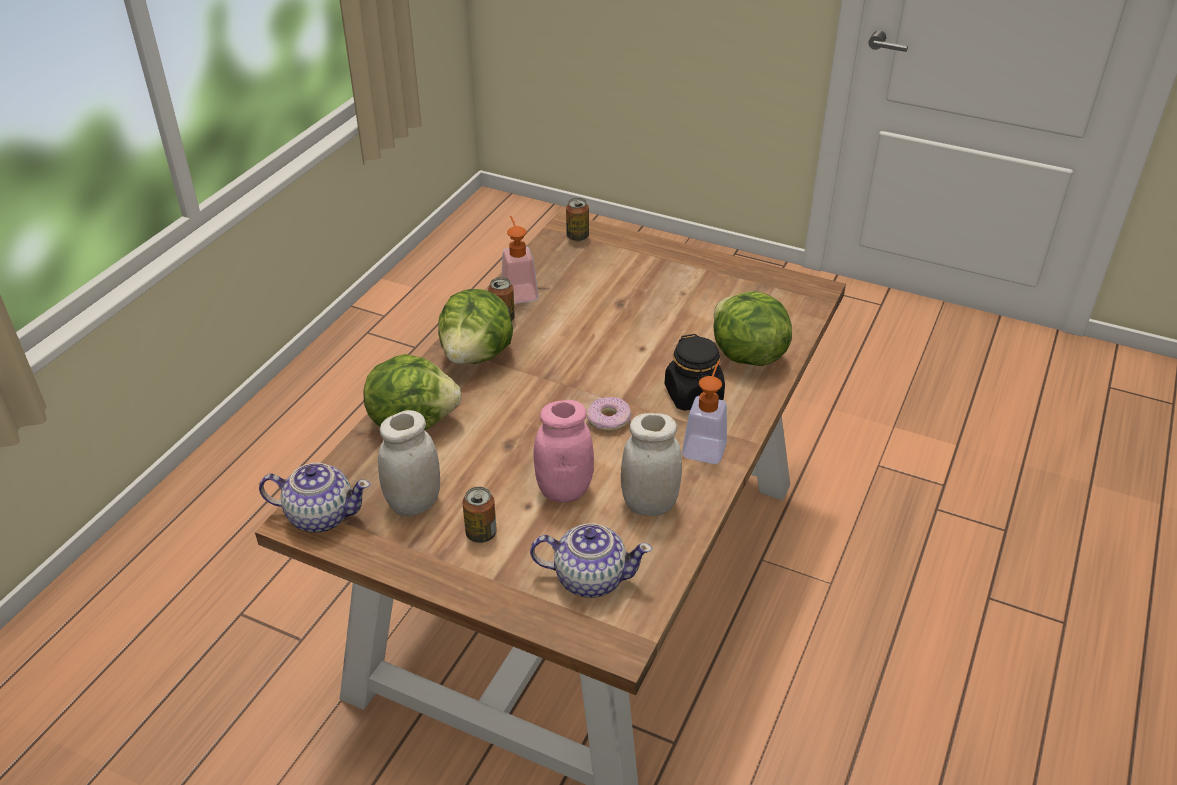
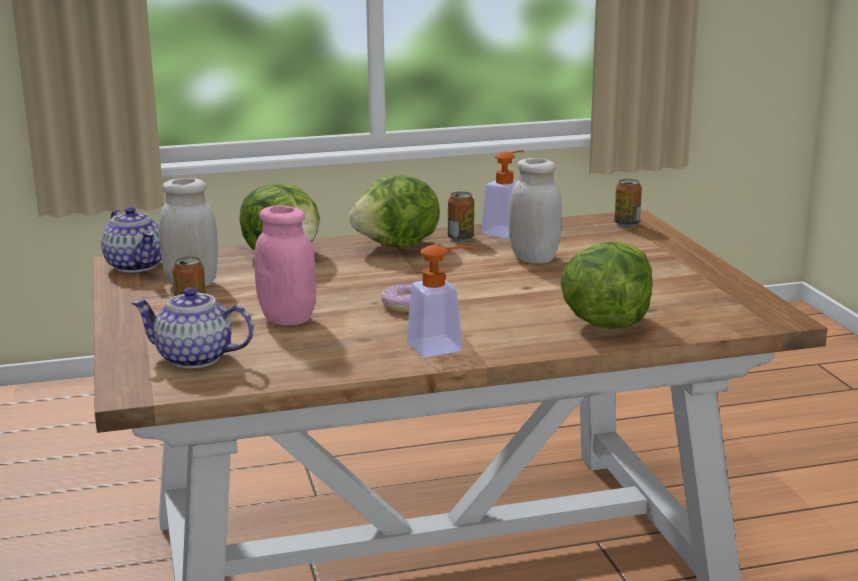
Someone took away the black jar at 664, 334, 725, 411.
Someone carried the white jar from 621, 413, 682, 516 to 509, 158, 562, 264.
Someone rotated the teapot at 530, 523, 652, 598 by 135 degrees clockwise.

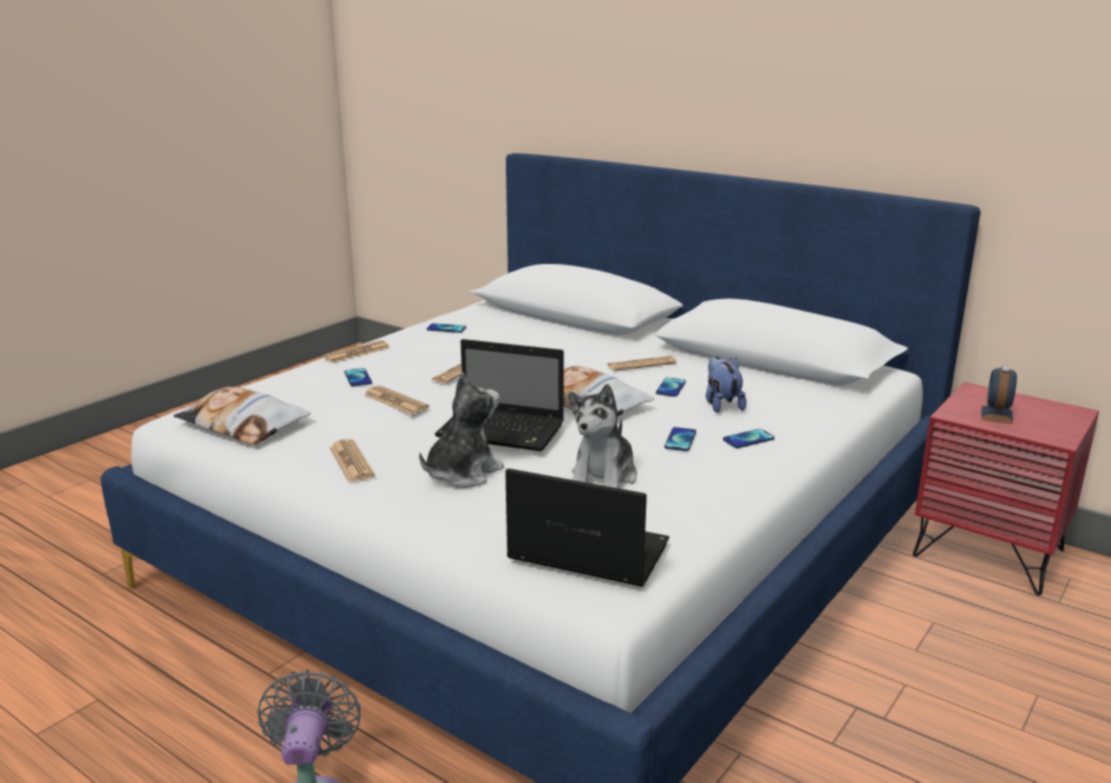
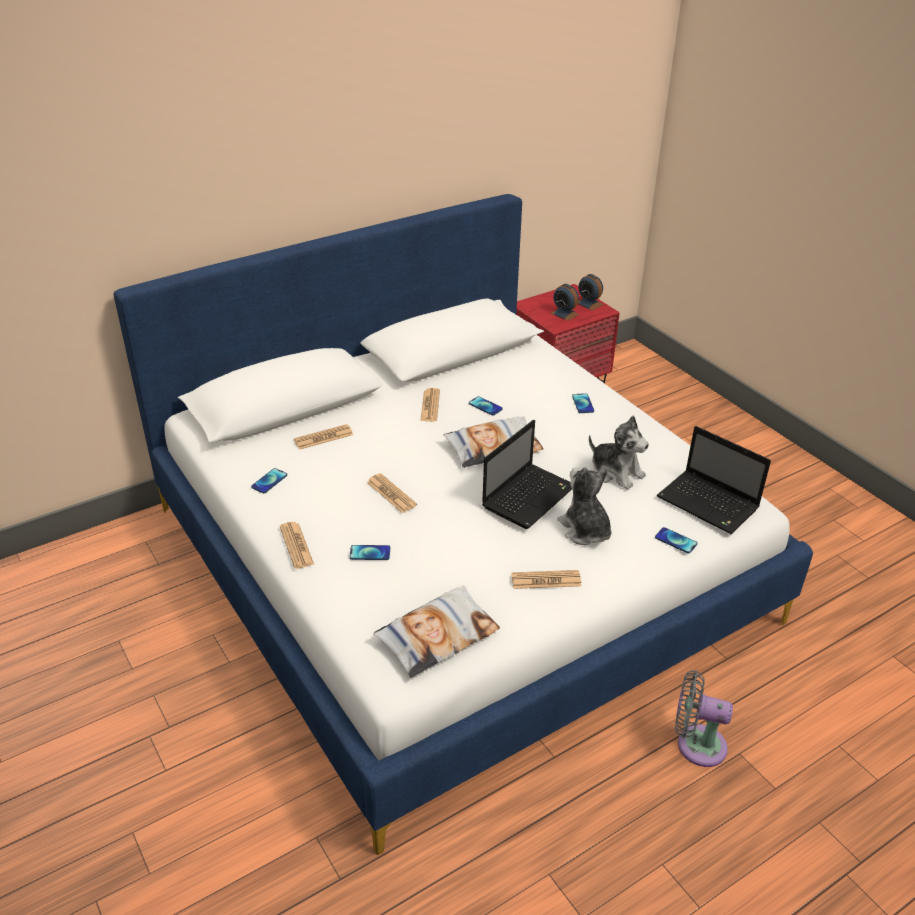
Someone took away the plush toy at 706, 356, 746, 413.
Someone put down the alarm clock at 578, 274, 603, 310.
Someone carried the newspaper from 364, 385, 429, 415 to 294, 424, 353, 449.
Someone carried the phone from 664, 427, 696, 451 to 655, 527, 697, 554.
Someone rotated the laptop at 505, 468, 669, 587 by 90 degrees counterclockwise.

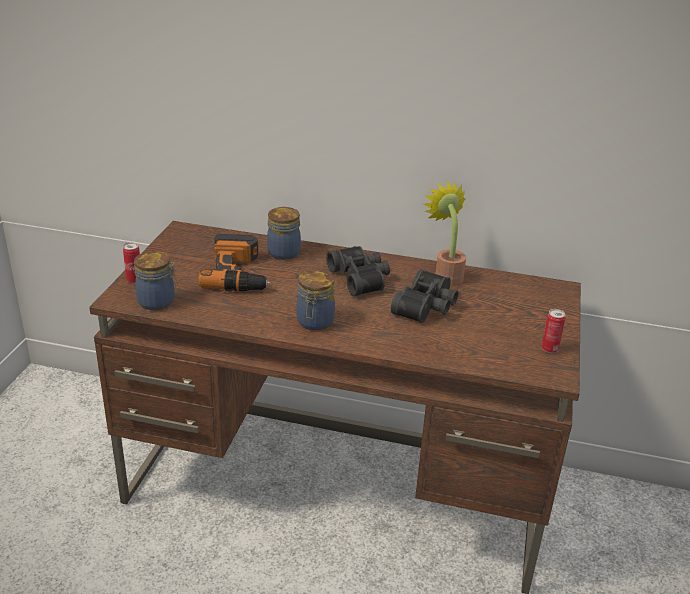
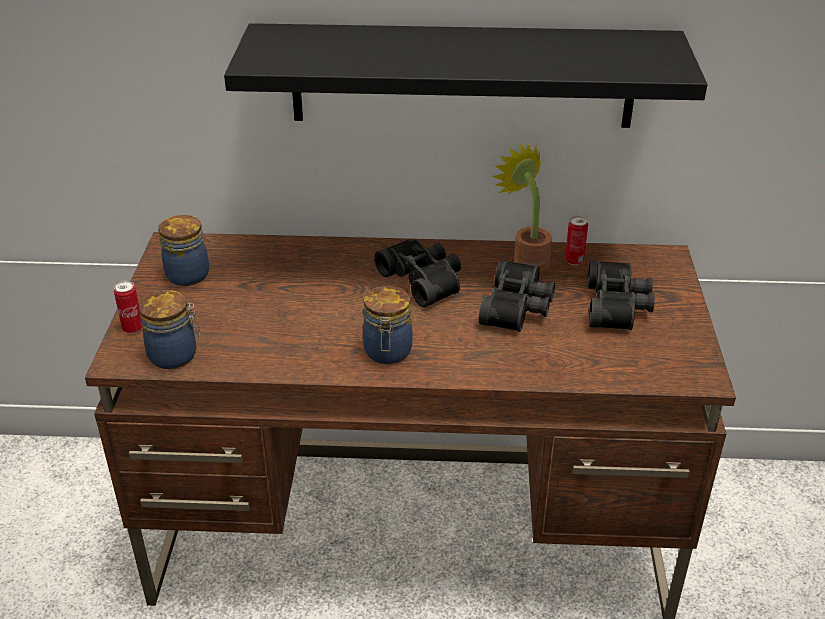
Someone took away the power drill at 198, 234, 270, 292.
Someone put up the black shelf at 224, 23, 707, 128.
Someone put down the black binoculars at 587, 260, 655, 330.
Someone carried the jar from 267, 207, 301, 260 to 158, 215, 209, 286.
Someone carried the can from 541, 309, 566, 353 to 565, 216, 588, 265.

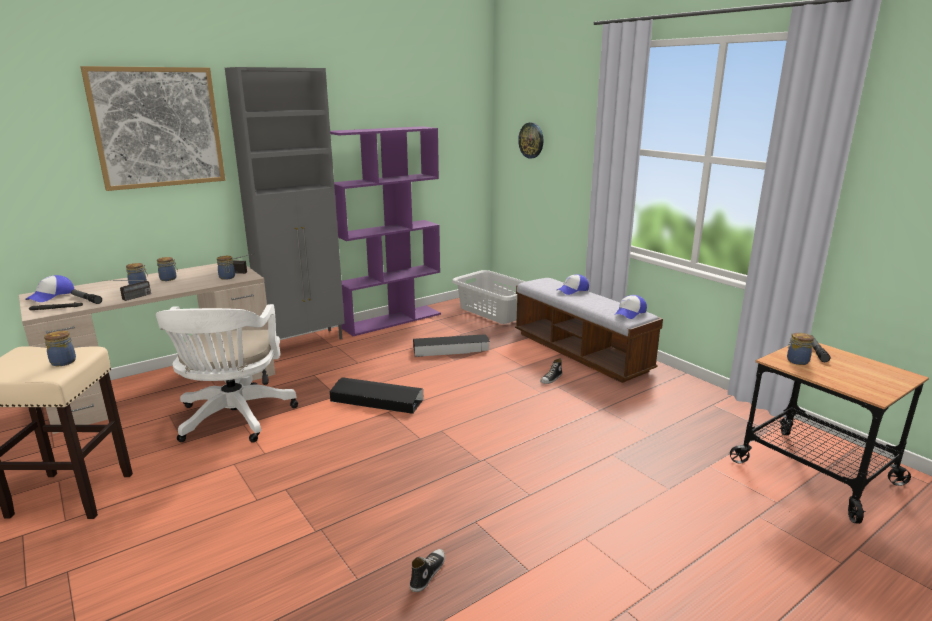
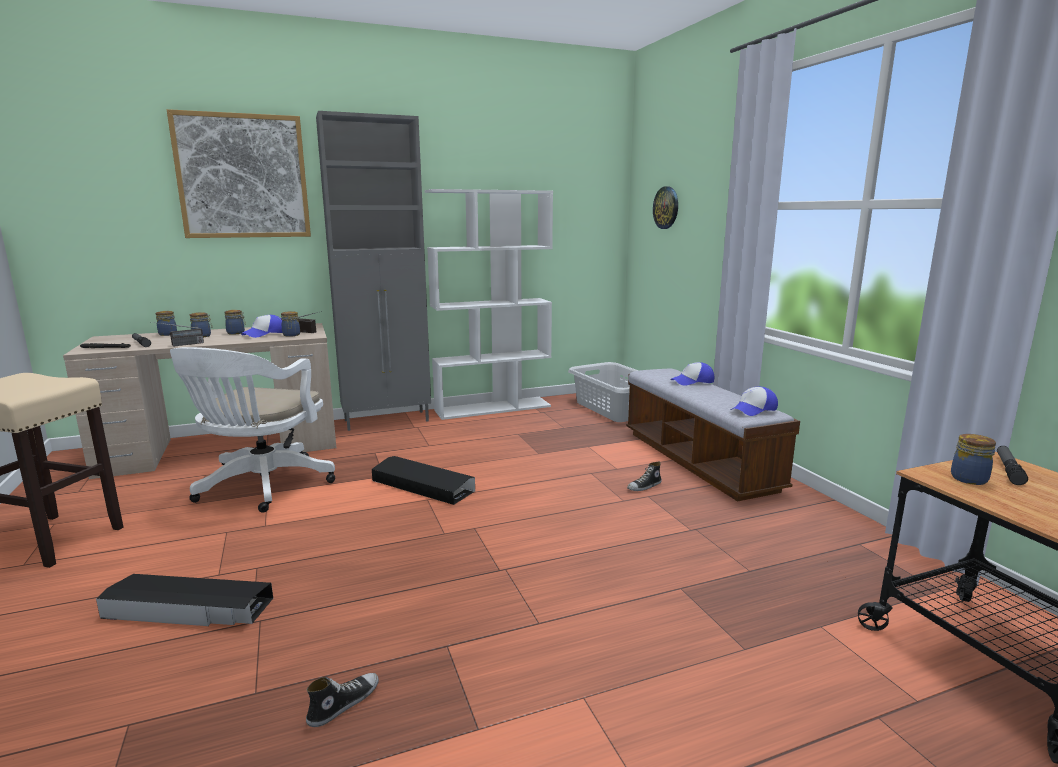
Someone carried the cap from 25, 275, 74, 302 to 241, 315, 282, 338.
Someone carried the jar from 44, 330, 76, 366 to 156, 311, 177, 336.
Someone carried the black storage box from 413, 334, 490, 357 to 96, 574, 273, 626.
Someone repainted the purple bookcase at 330, 126, 441, 336, which became the white bookcase at 425, 189, 553, 420.

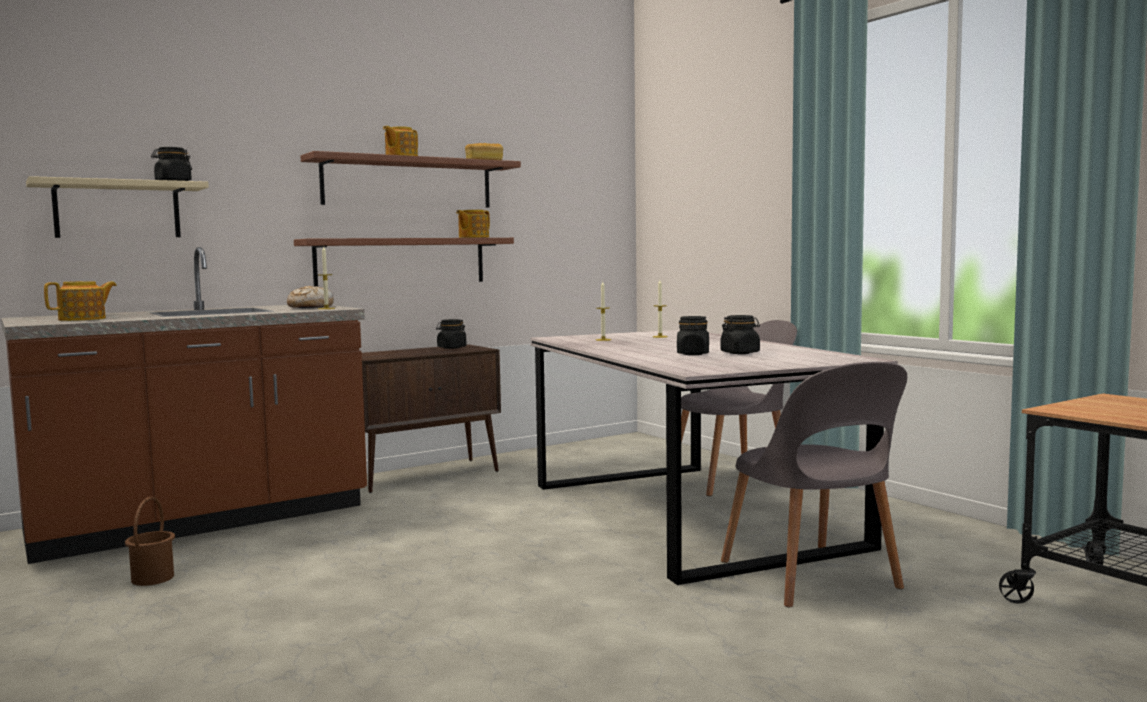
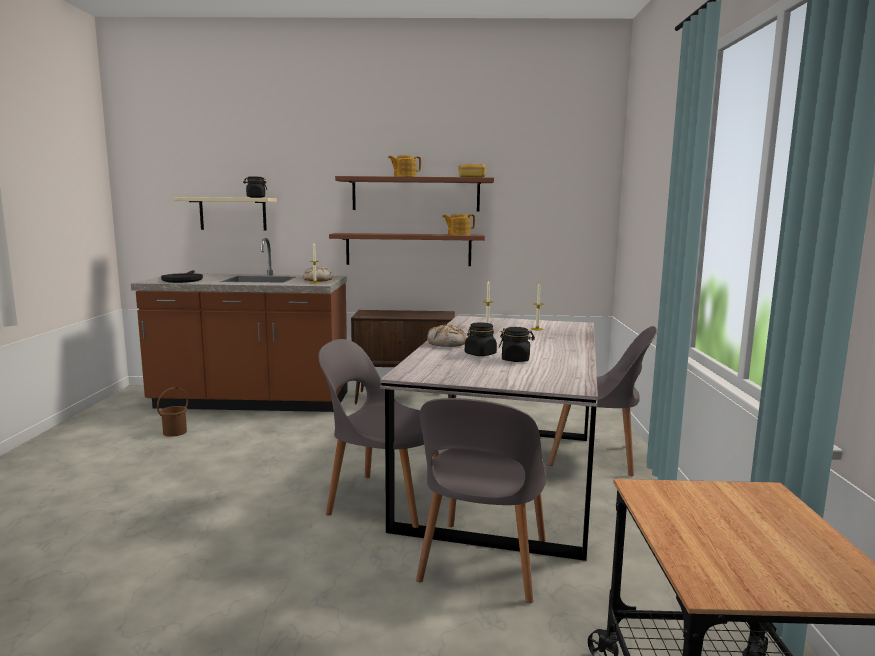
Someone took away the black jar at 436, 319, 466, 349.
Someone put down the grey chair at 318, 339, 439, 528.
Someone put down the bread at 427, 325, 467, 347.
Someone swapped the teapot at 44, 281, 117, 321 for the black frying pan at 161, 270, 203, 283.

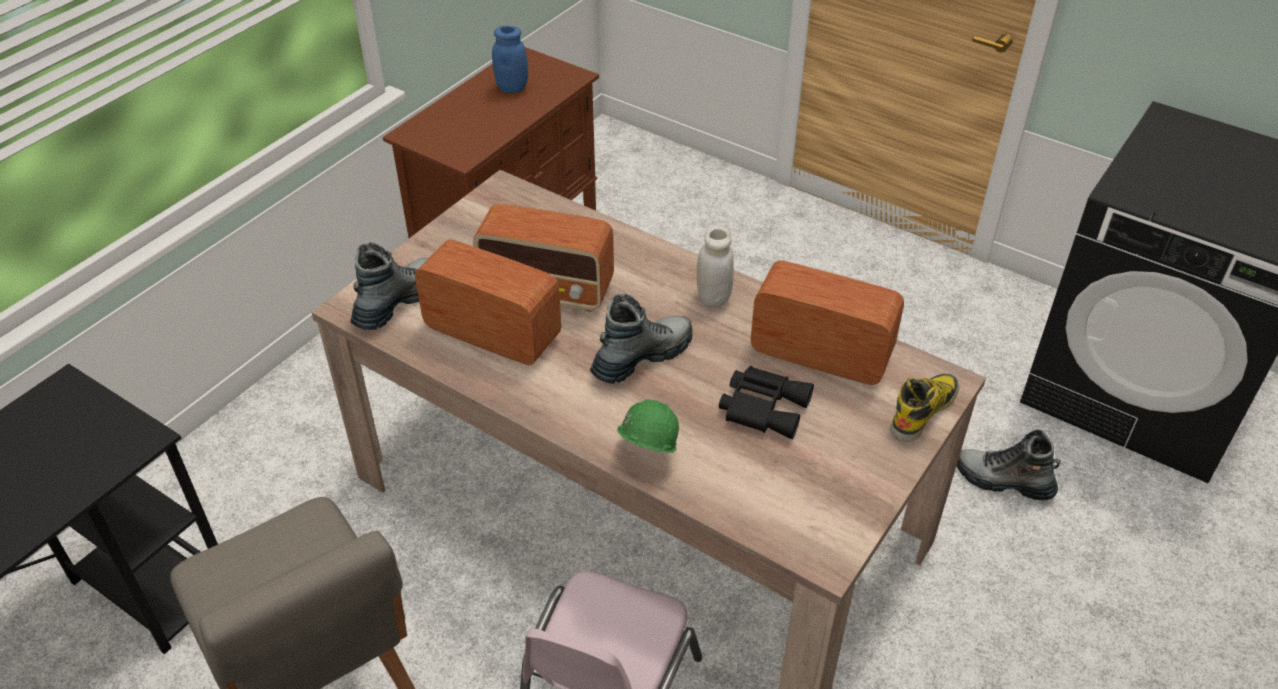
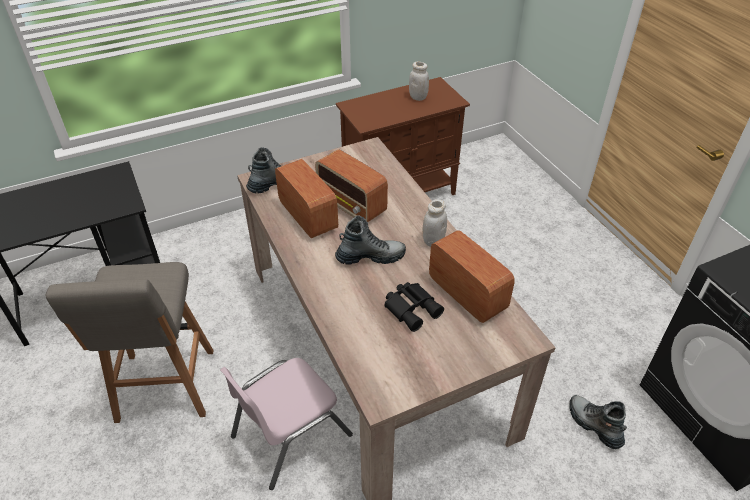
Someone took away the green hard hat at 617, 399, 679, 453.
Someone took away the boot at 890, 373, 959, 442.
Someone repainted the blue jar at 492, 26, 528, 93, which became the white jar at 409, 61, 429, 101.

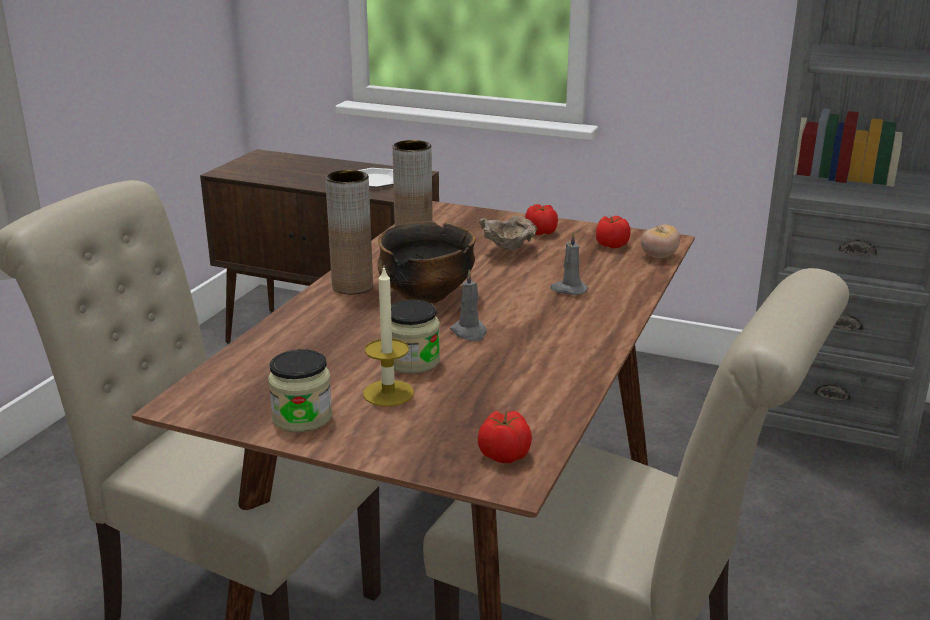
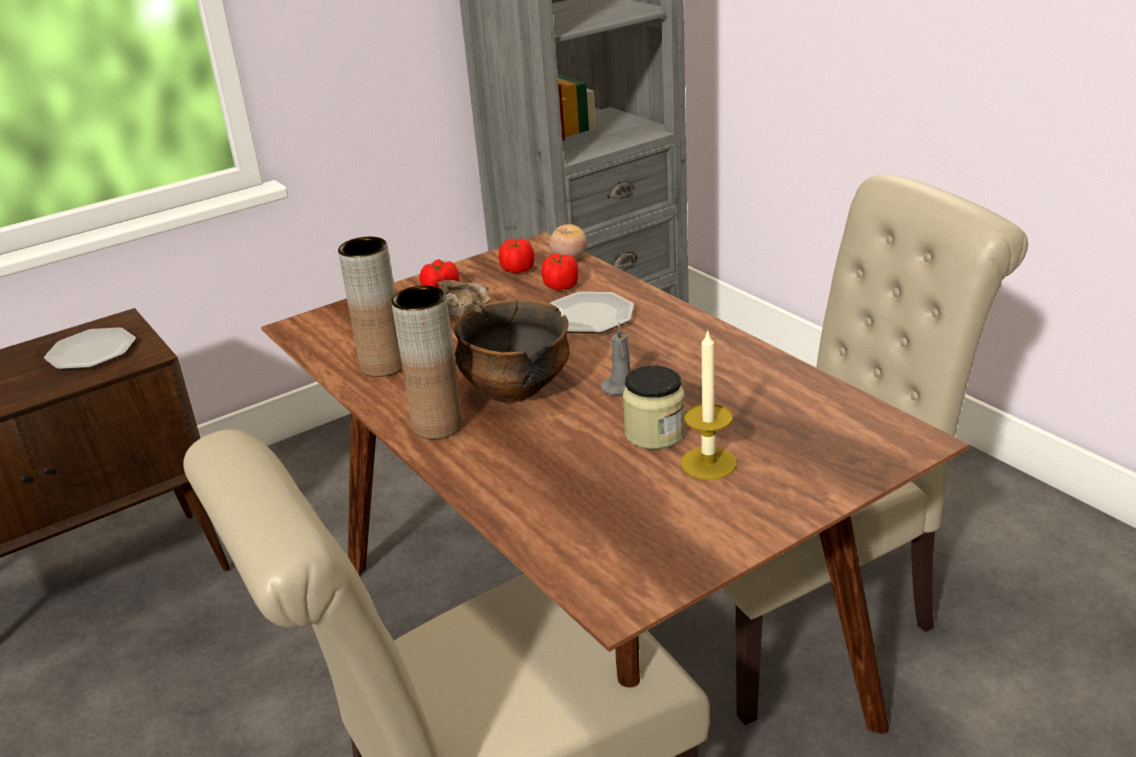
Someone took away the jar at 268, 349, 333, 433.
Someone carried the tomato from 478, 410, 532, 463 to 542, 254, 578, 290.
Someone swapped the grey candle at 550, 232, 588, 295 for the plate at 550, 292, 634, 333.

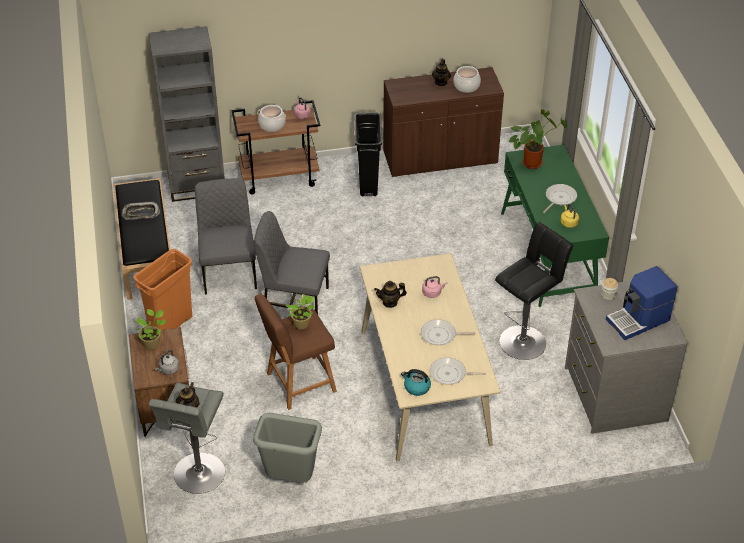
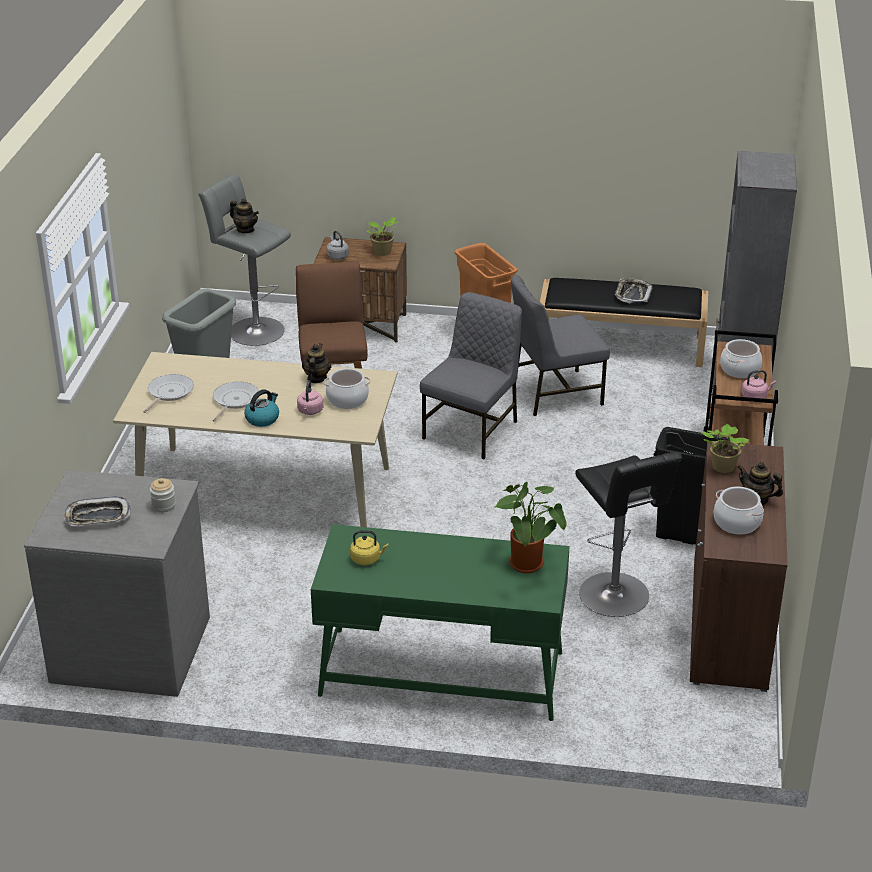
Someone took away the frying pan at 543, 184, 577, 213.
Someone put down the cooking pot at 324, 368, 370, 409.
Someone carried the potted plant from 285, 294, 315, 329 to 702, 424, 750, 473.
Someone carried the kettle from 401, 369, 431, 396 to 244, 389, 279, 427.
Someone carried the black stool from 495, 222, 574, 360 to 575, 451, 682, 617.
Someone swapped the coffee machine at 606, 266, 677, 340 for the tray at 64, 496, 131, 526.
Someone rotated the grey chair at 195, 178, 257, 295 by 150 degrees clockwise.

